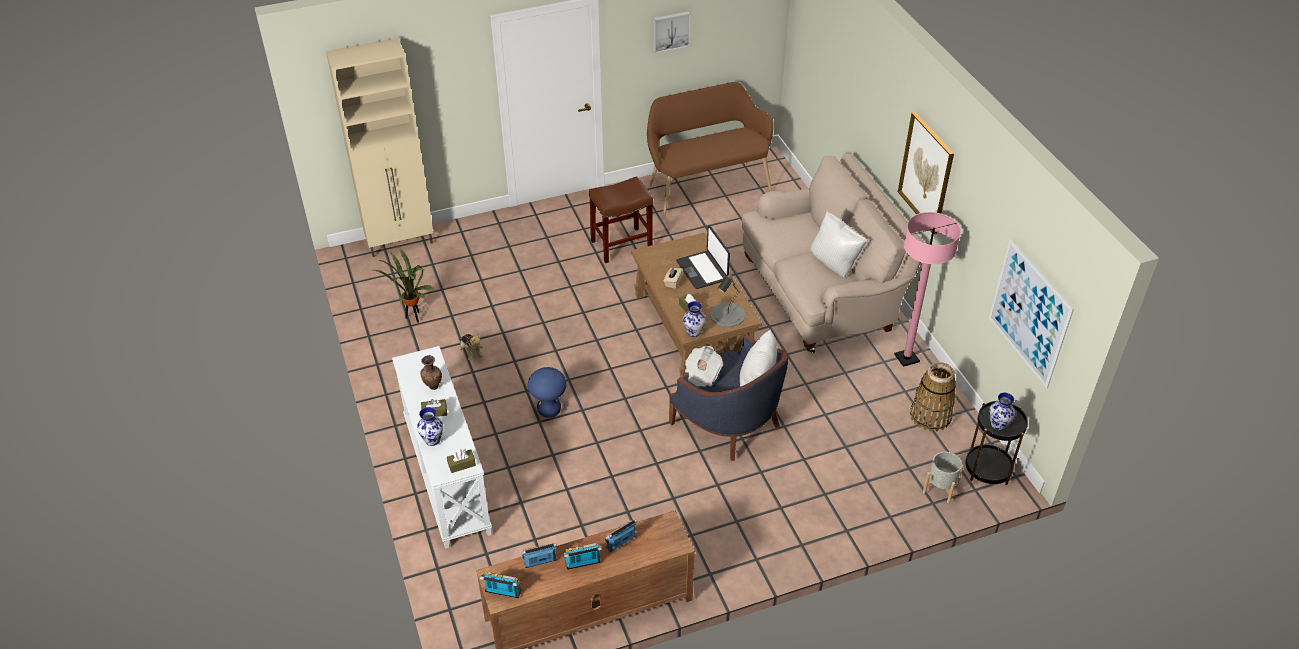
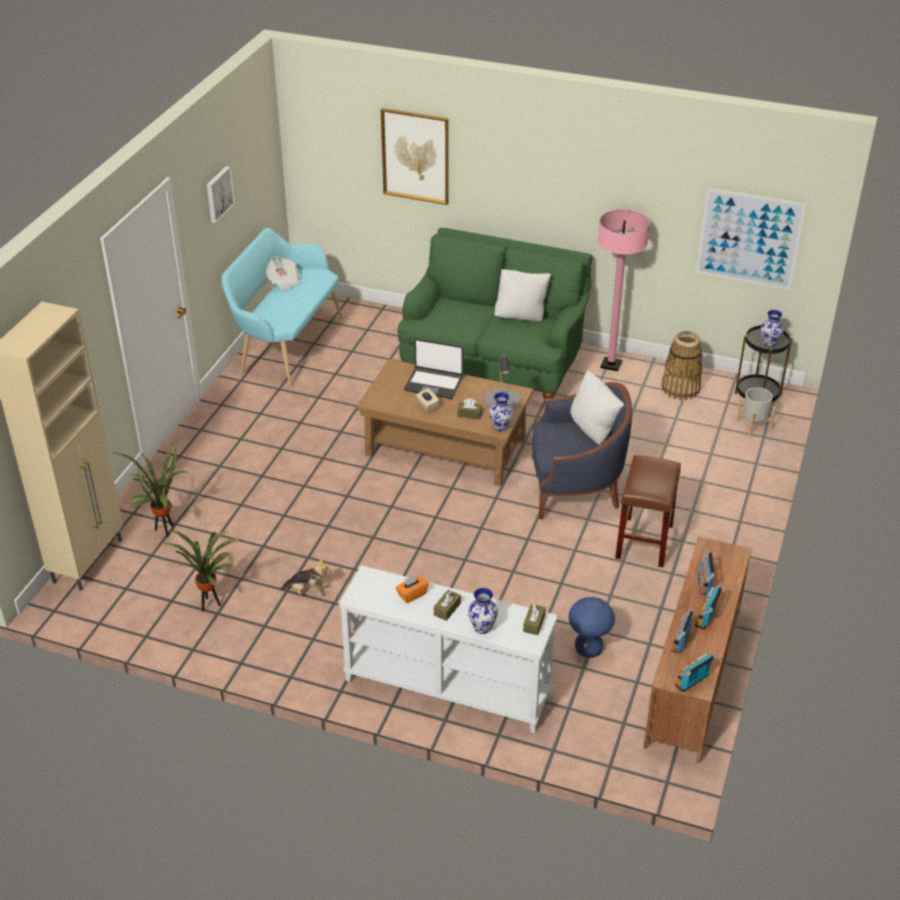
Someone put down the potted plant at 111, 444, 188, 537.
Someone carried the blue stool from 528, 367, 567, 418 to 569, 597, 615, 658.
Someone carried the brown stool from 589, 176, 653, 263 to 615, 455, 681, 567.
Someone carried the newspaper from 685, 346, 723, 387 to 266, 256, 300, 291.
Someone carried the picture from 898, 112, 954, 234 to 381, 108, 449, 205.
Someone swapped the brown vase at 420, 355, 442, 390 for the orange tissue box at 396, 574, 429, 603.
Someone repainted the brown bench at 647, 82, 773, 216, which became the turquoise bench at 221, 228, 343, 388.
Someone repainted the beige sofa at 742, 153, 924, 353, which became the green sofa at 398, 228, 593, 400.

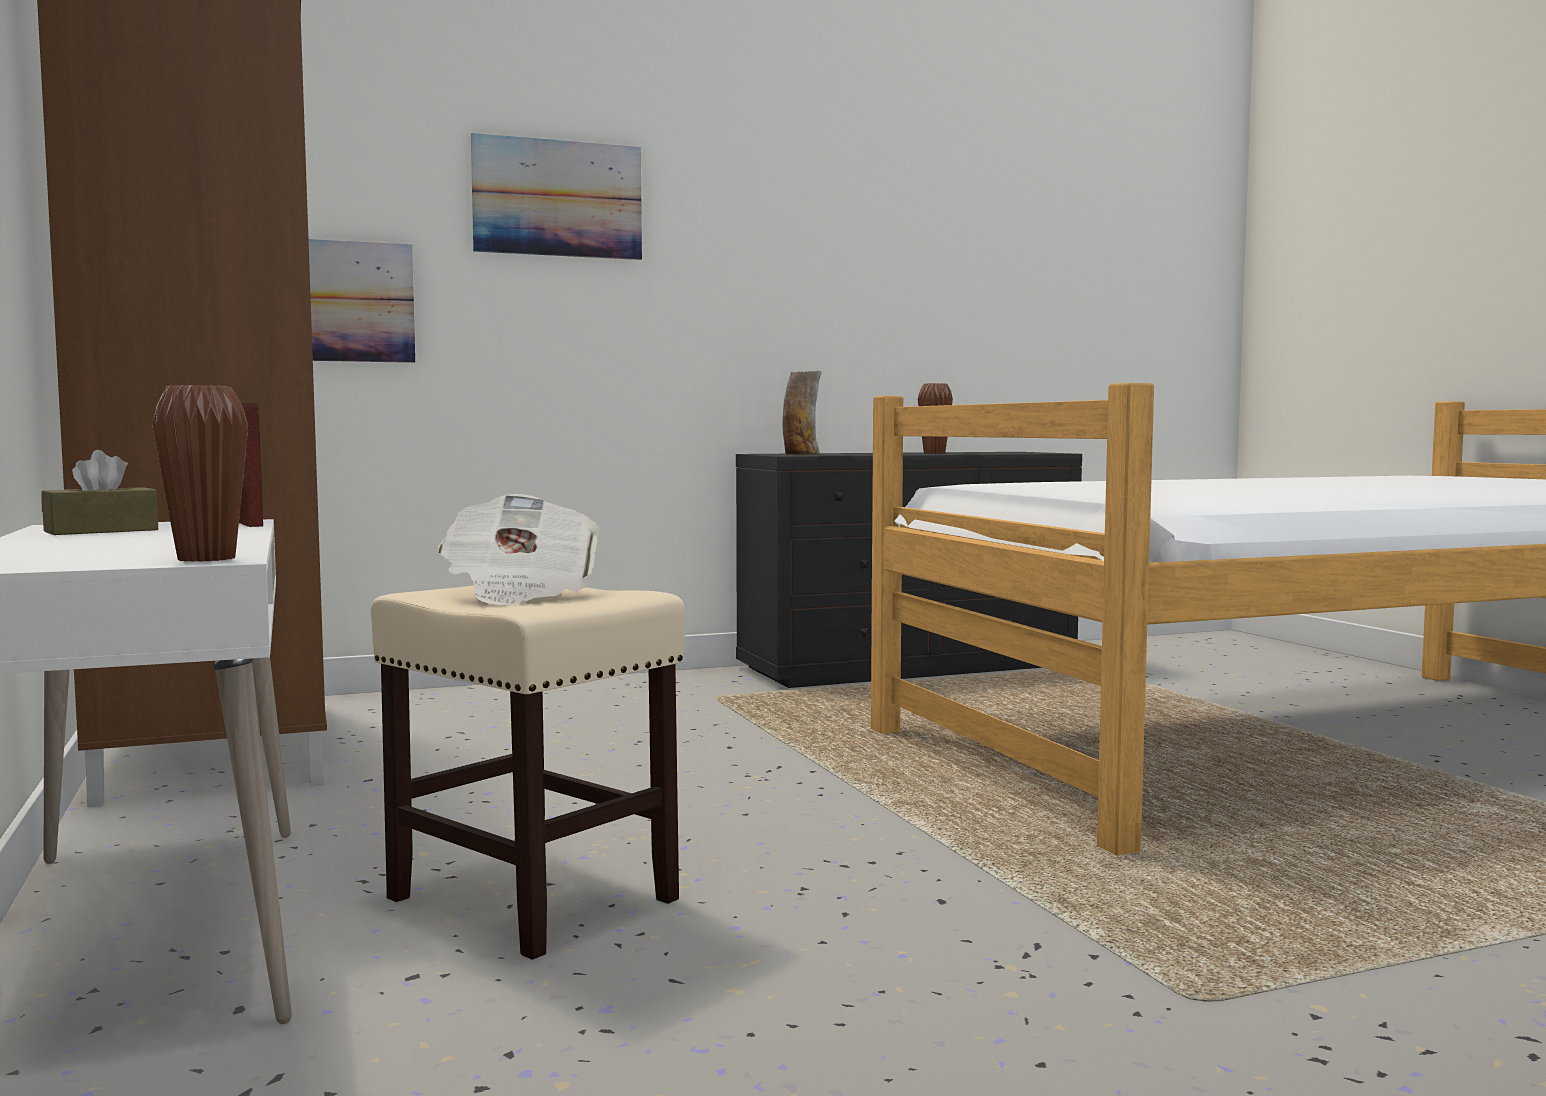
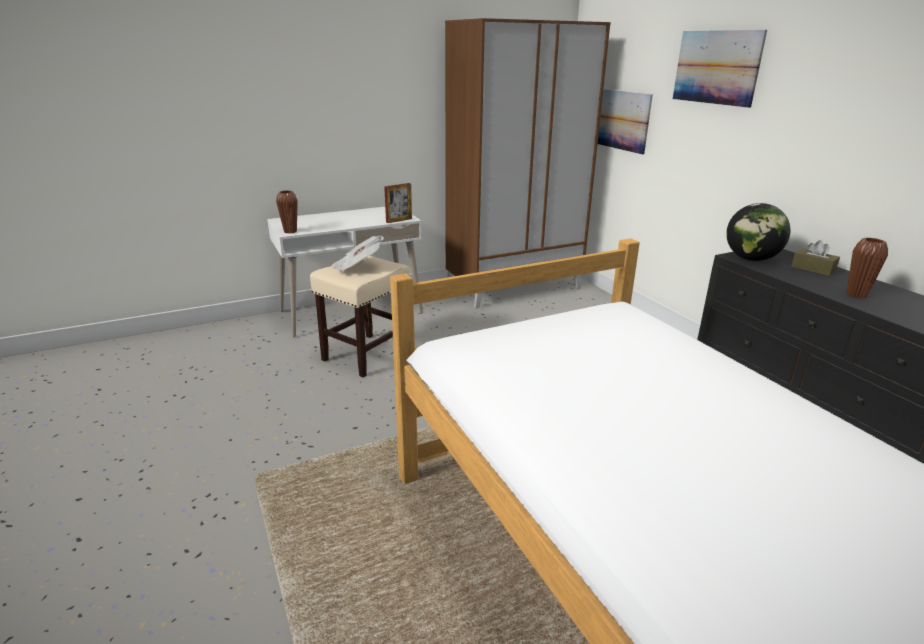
Someone carried the brown tissue box from 41, 450, 158, 535 to 791, 240, 840, 276.
Someone swapped the vase at 782, 371, 821, 455 for the globe at 726, 203, 790, 261.

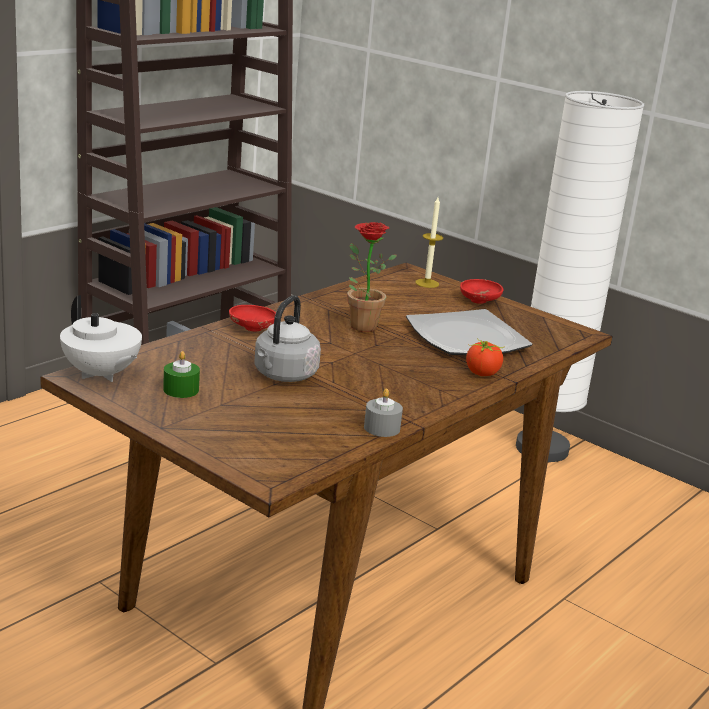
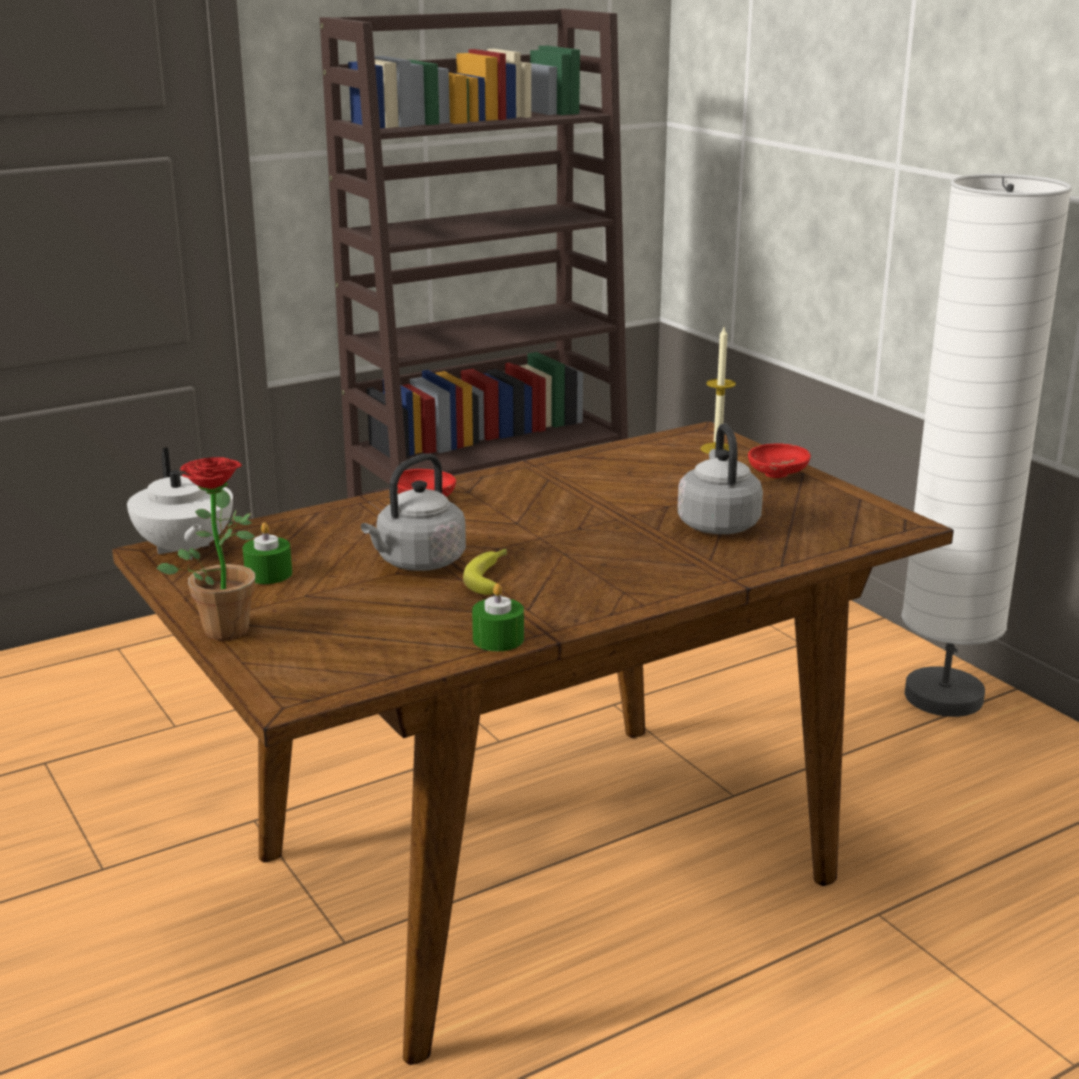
Someone took away the tomato at 466, 338, 503, 376.
Someone put down the banana at 463, 549, 507, 595.
Someone carried the potted plant from 347, 222, 397, 332 to 156, 457, 255, 640.
Someone swapped the plate at 406, 309, 532, 355 for the grey kettle at 677, 424, 763, 534.
Someone repainted the grey candle at 364, 389, 403, 437, which became the green candle at 472, 583, 524, 651.

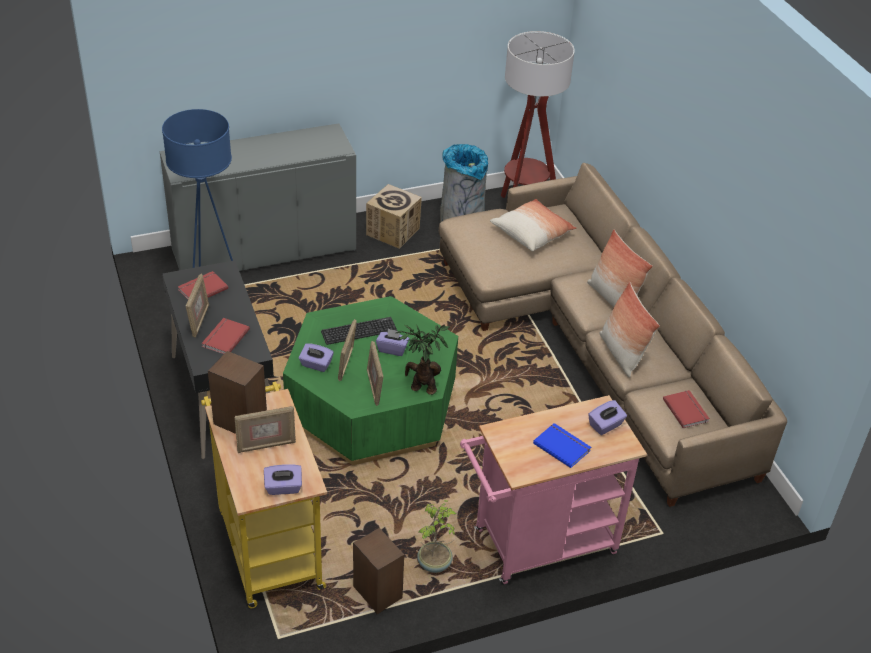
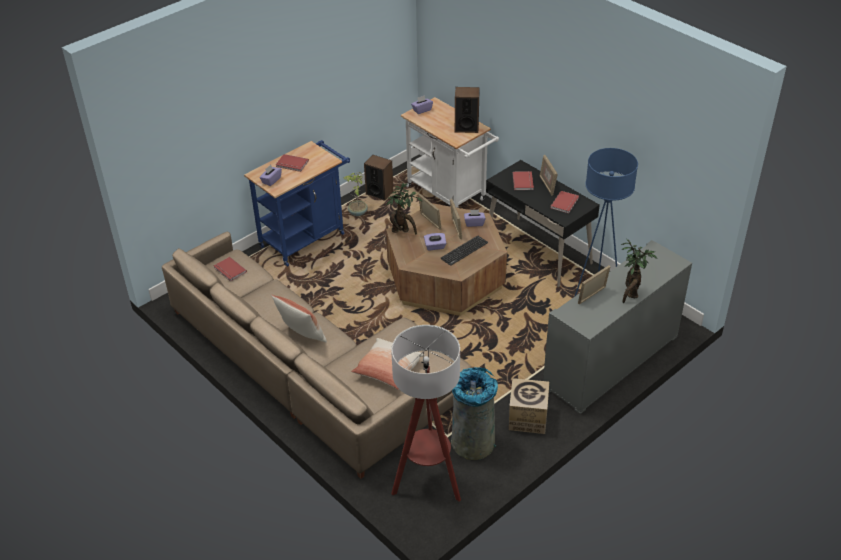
Someone took away the pillow at 599, 282, 660, 377.
Someone put down the potted plant at 621, 239, 657, 303.
Someone carried the picture frame from 234, 406, 296, 453 to 578, 265, 610, 304.
Someone repainted the yellow cart at 201, 382, 327, 608, which became the white cart at 401, 97, 499, 208.
Someone repainted the green coffee table at 283, 296, 458, 465, which became the brown coffee table at 386, 203, 507, 316.
Someone repainted the pink cart at 460, 395, 647, 584, which became the blue cart at 244, 140, 350, 267.
Someone repainted the blue book at 533, 423, 591, 468, which became the red book at 276, 154, 309, 172.

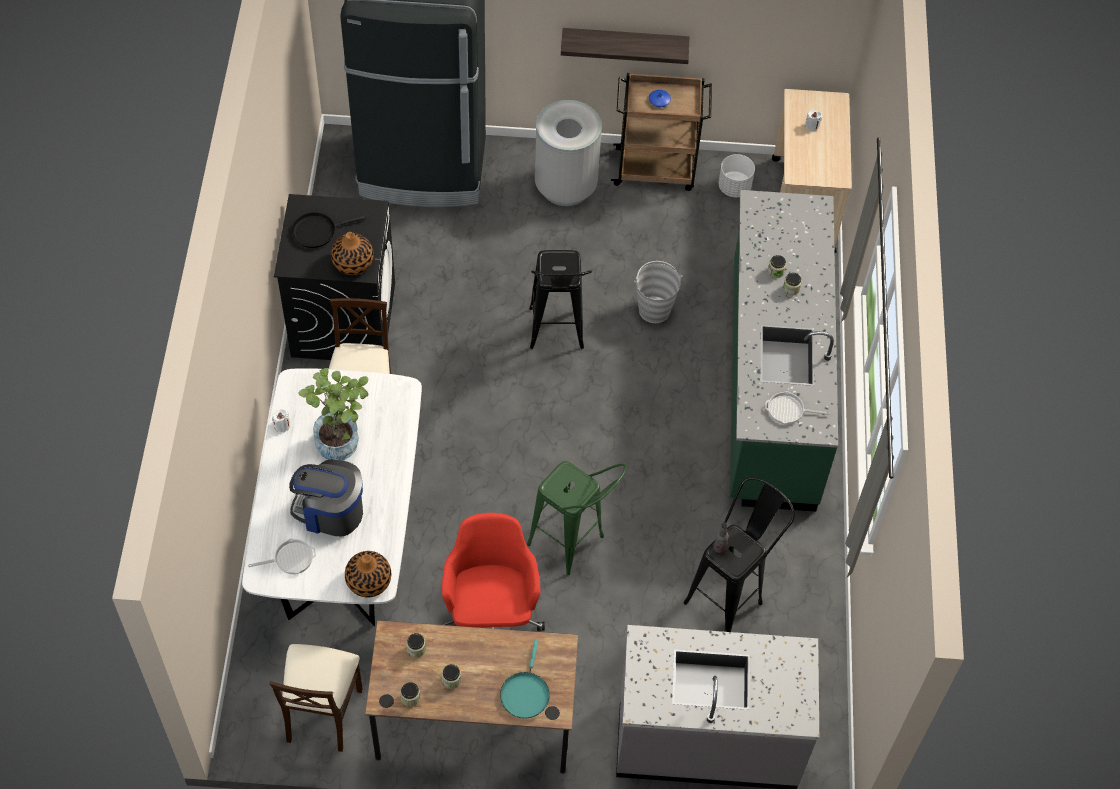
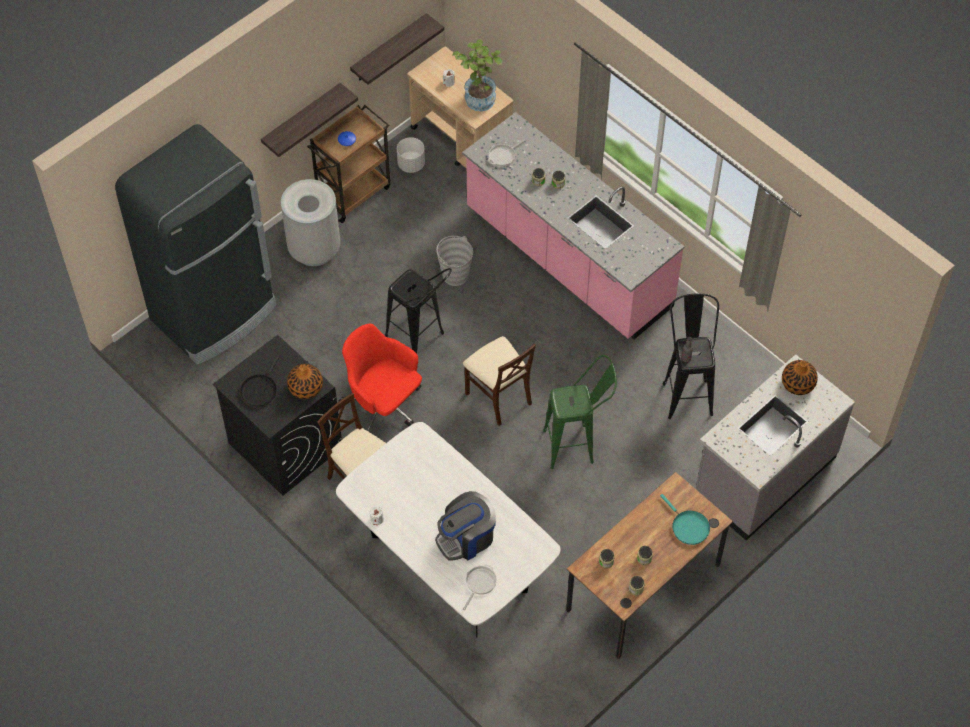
Someone put up the shelf at 350, 13, 444, 85.
Someone carried the beige chair from 270, 644, 363, 752 to 463, 336, 536, 426.
Someone carried the potted plant from 298, 368, 368, 461 to 452, 39, 502, 111.
Someone carried the vase from 345, 551, 391, 598 to 782, 360, 818, 395.
Someone carried the red office chair from 441, 513, 545, 631 to 339, 324, 422, 432.
Someone carried the frying pan from 765, 391, 830, 424 to 488, 138, 527, 167.
Someone repainted the green counter at 730, 190, 838, 512, which became the pink counter at 462, 112, 685, 339.

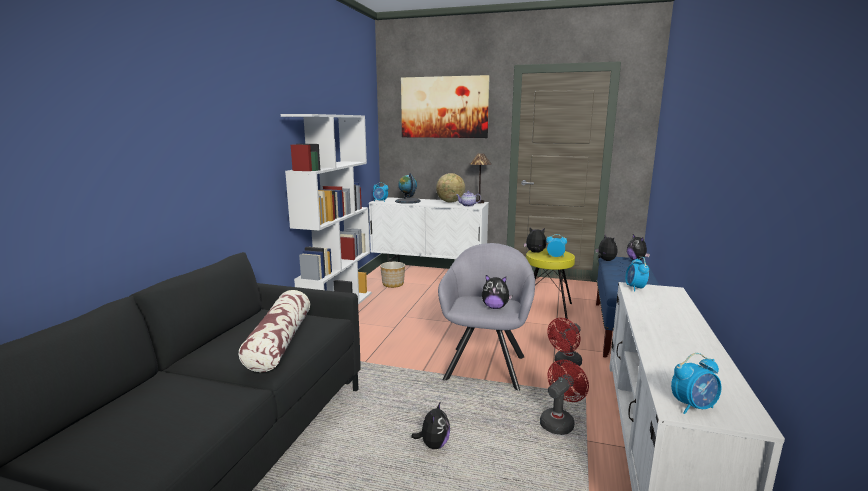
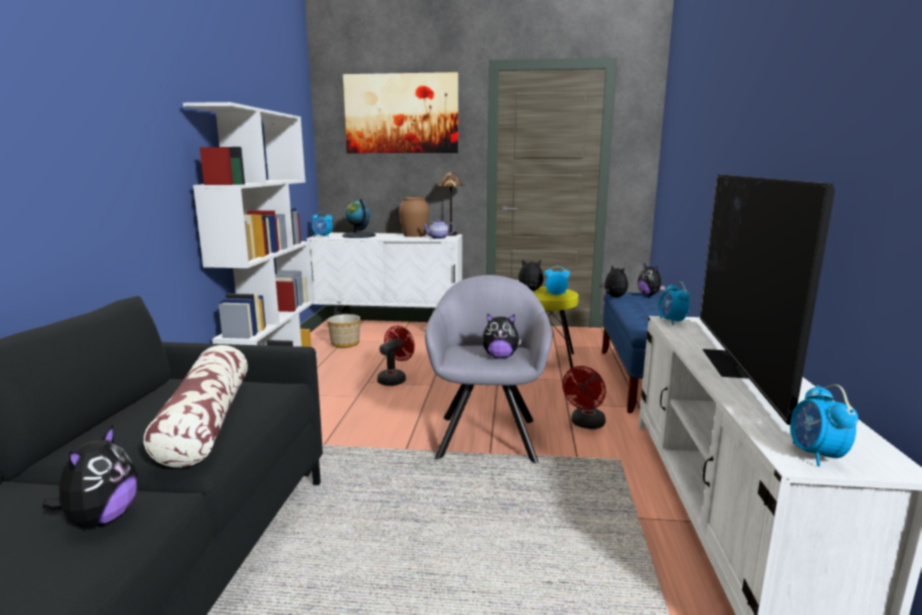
Someone put down the television at 700, 174, 835, 425.
Someone carried the plush toy from 411, 401, 450, 449 to 42, 425, 138, 527.
Someone carried the red fan from 540, 360, 589, 435 to 377, 326, 415, 386.
Someone swapped the globe at 436, 173, 465, 202 for the brown vase at 399, 197, 429, 237.
Someone rotated the alarm clock at 671, 353, 722, 414 by 120 degrees clockwise.

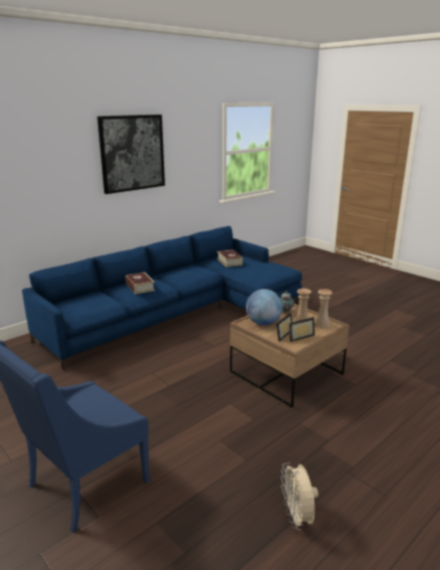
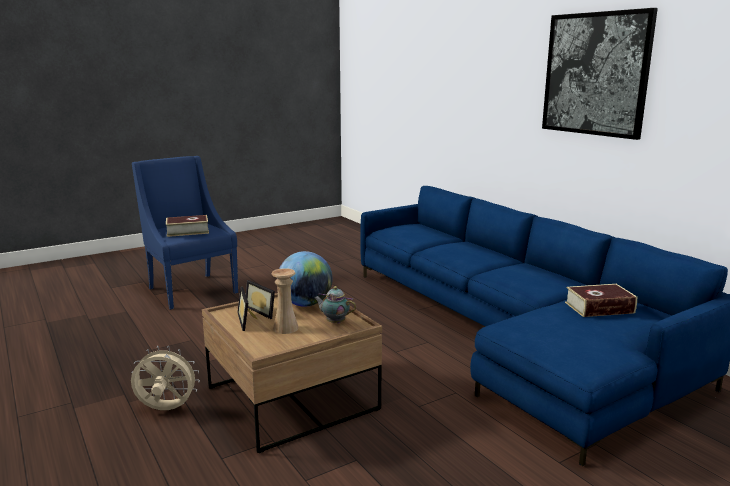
Someone took away the beige vase at 314, 289, 332, 328.
Someone carried the book from 126, 272, 155, 294 to 166, 215, 209, 237.
Someone carried the beige fan from 281, 462, 318, 530 to 131, 346, 200, 410.

